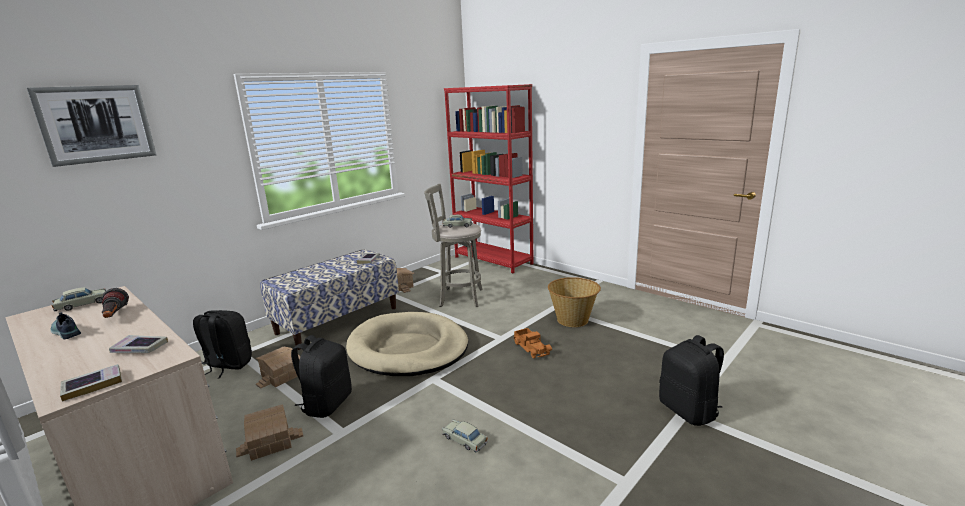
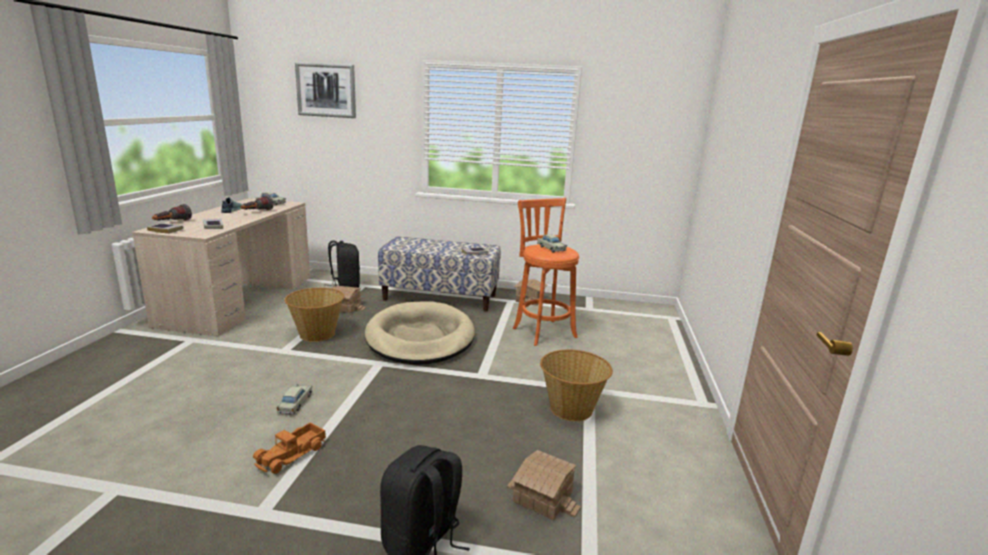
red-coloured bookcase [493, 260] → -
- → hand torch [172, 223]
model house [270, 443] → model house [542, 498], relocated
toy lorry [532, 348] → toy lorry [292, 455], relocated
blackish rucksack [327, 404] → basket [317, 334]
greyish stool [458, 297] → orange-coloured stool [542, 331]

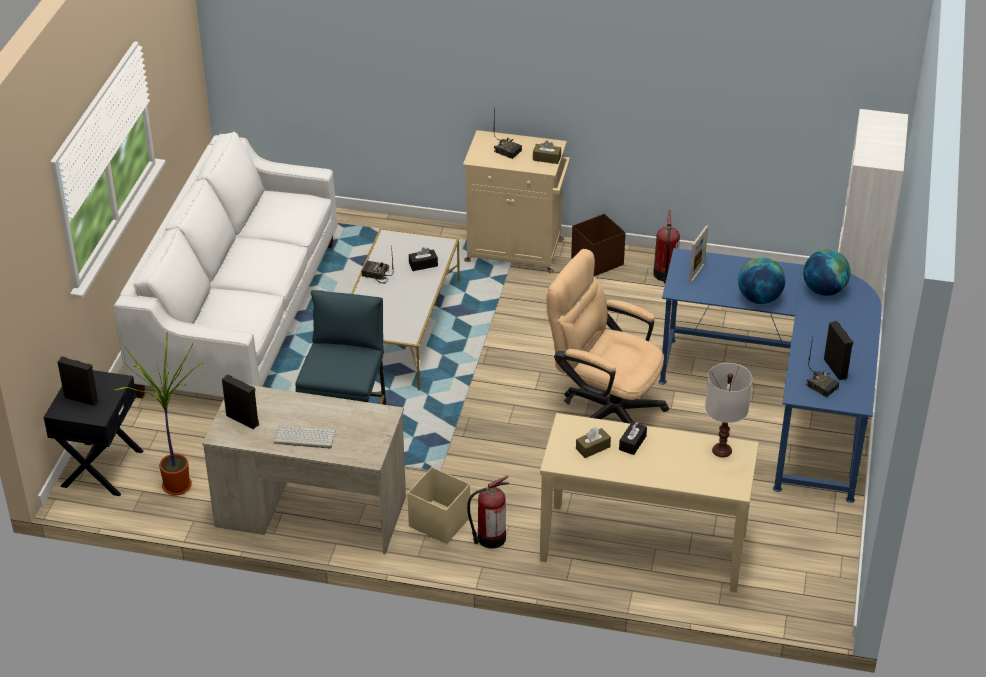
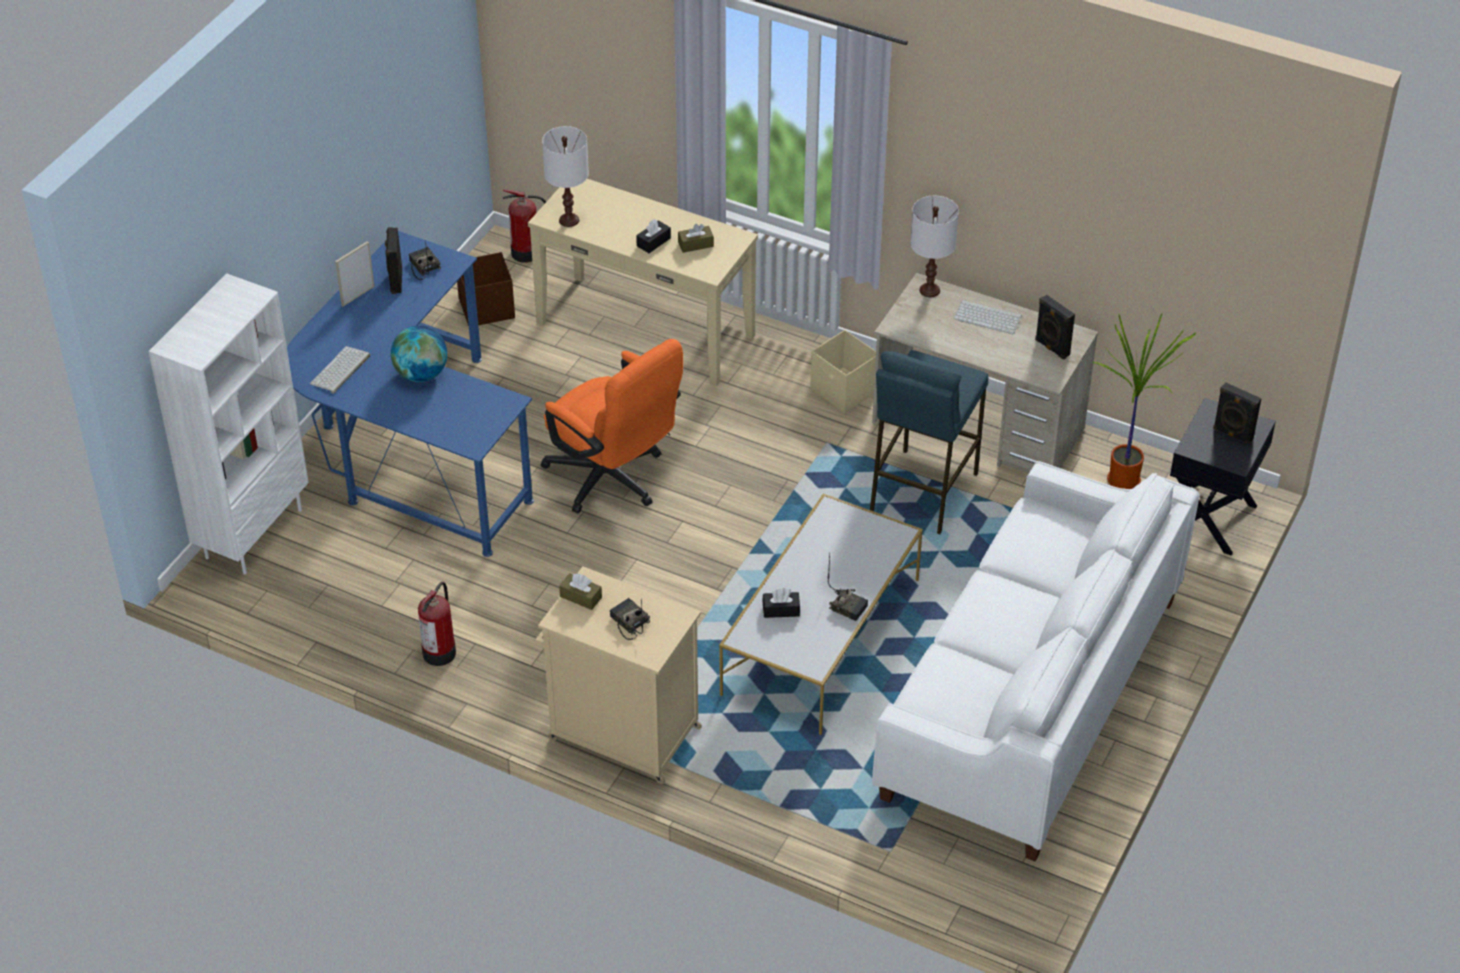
- → white-coloured lamp for a table [930, 290]
fire extinguisher [489, 538] → fire extinguisher [527, 253], relocated
brownish storage container [596, 261] → brownish storage container [487, 309], relocated
photo frame [696, 273] → photo frame [358, 296], relocated
world globe [824, 290] → PC keyboard [340, 371]
sand-coloured computer chair [604, 409] → orange-coloured computer chair [613, 481]

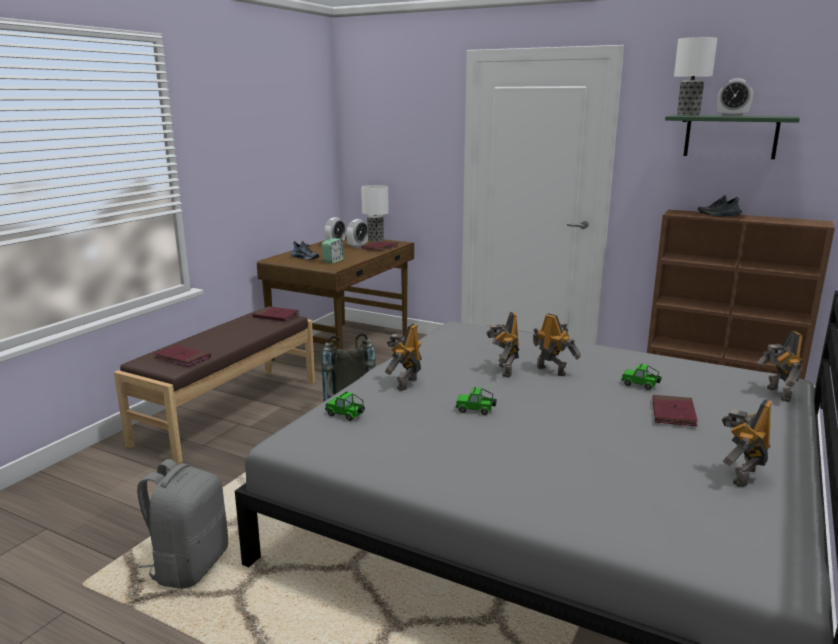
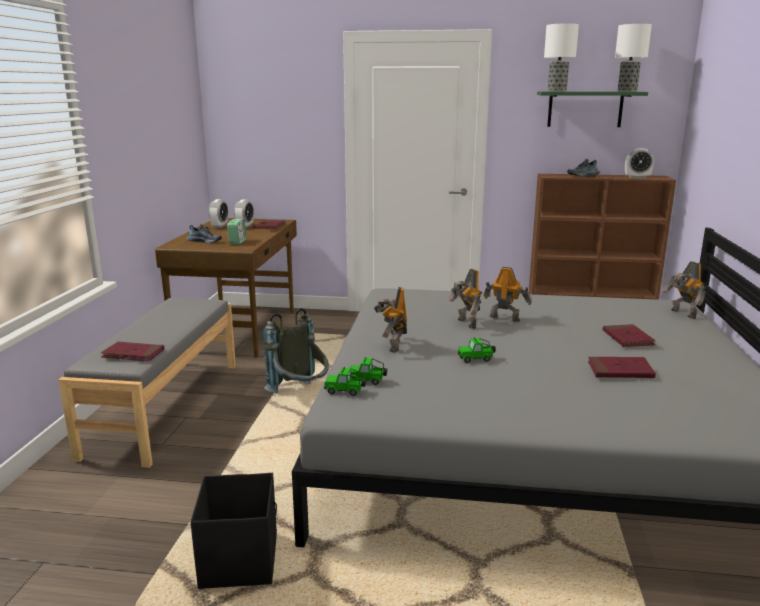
toy robot [741, 476] → -
red-coloured book [276, 316] → red-coloured book [620, 371], relocated
lamp for a table [375, 240] → lamp for a table [627, 91], relocated
miniature car [641, 385] → miniature car [346, 391], relocated
alarm clock [732, 116] → alarm clock [637, 177], relocated
greyish rucksack [189, 565] → blackish storage container [240, 560]
brownish long seat [228, 411] → greyish long seat [164, 407]

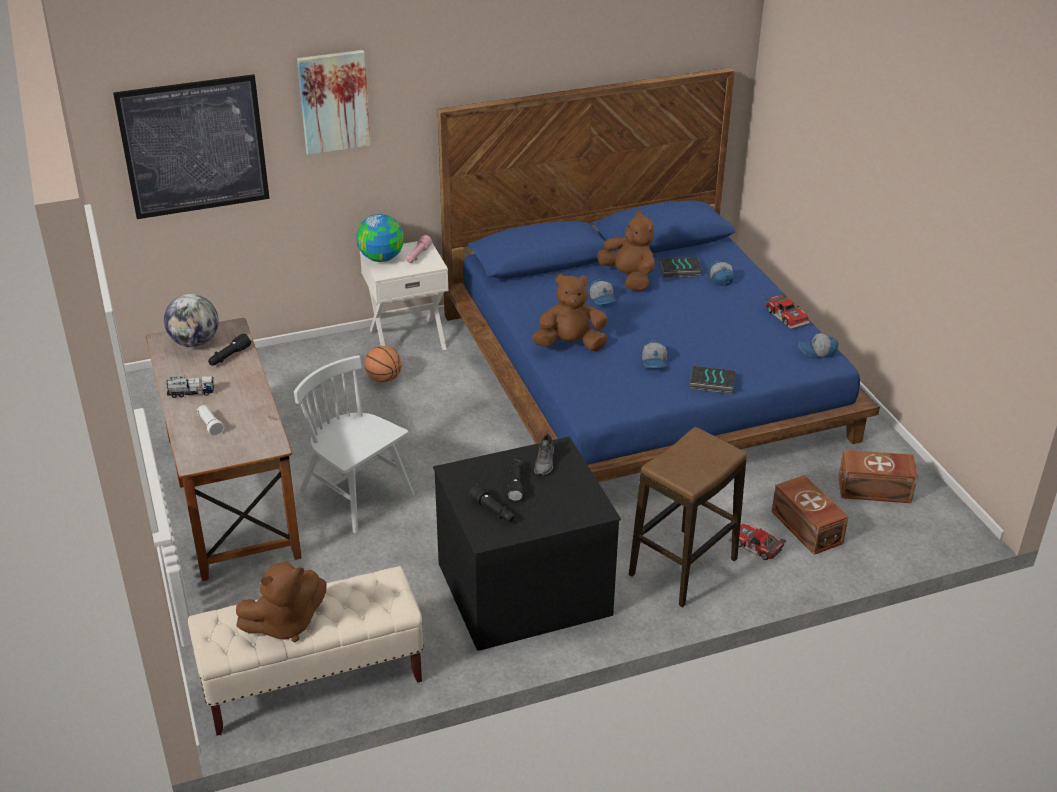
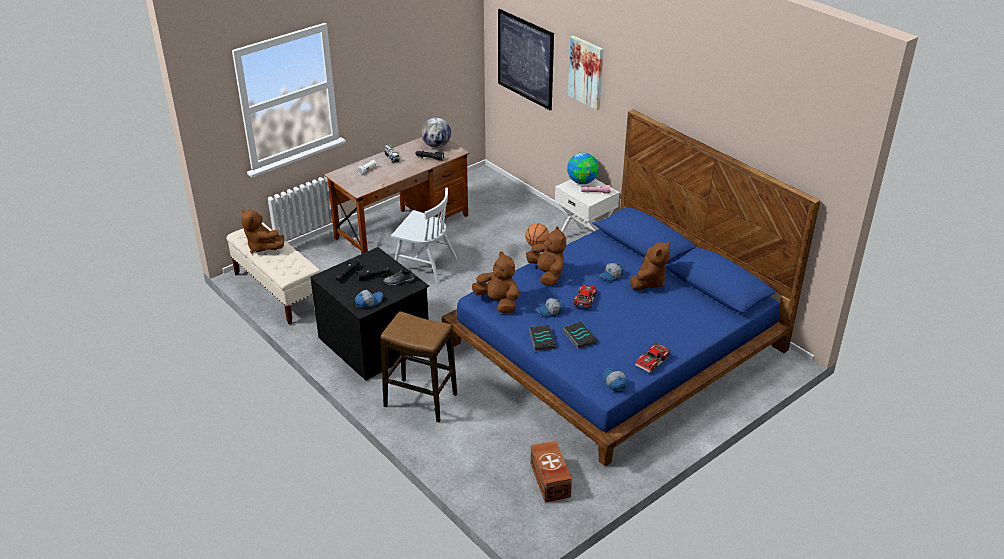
brownish storage container [806, 528] → -
- → brownish cuddly toy [498, 302]
book [679, 271] → book [578, 337], relocated
baseball cap [719, 277] → baseball cap [368, 302], relocated
miniature car [755, 547] → miniature car [584, 299], relocated
white-coloured plain chair [356, 495] → white-coloured plain chair [424, 265], 90 degrees clockwise

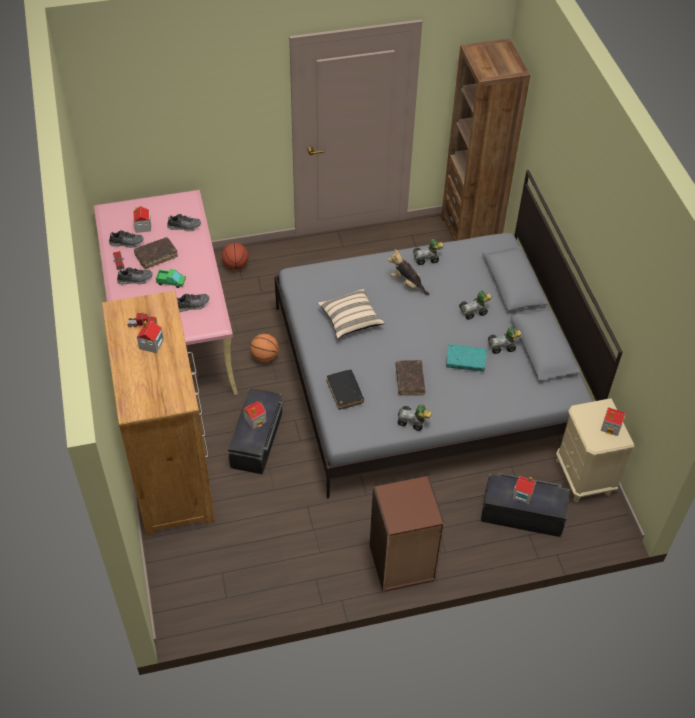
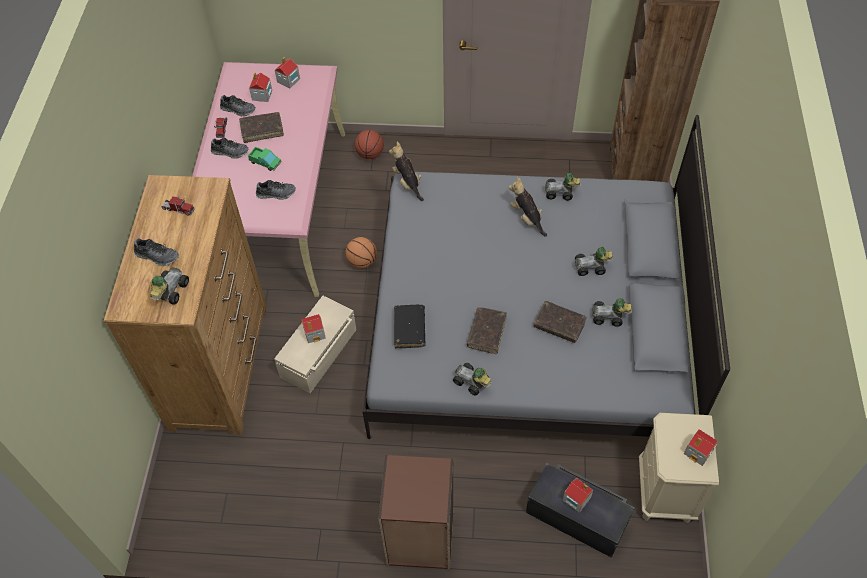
sand-coloured throw pillow [350, 320] → -
- → miniature car [169, 292]
- → cuddly toy [407, 183]
model house [151, 344] → model house [288, 80], relocated
low shoe [184, 226] → low shoe [157, 256], relocated
blackish storage container [257, 440] → sand-coloured storage container [319, 353]
turquoise book [466, 361] → brownish book [559, 325]

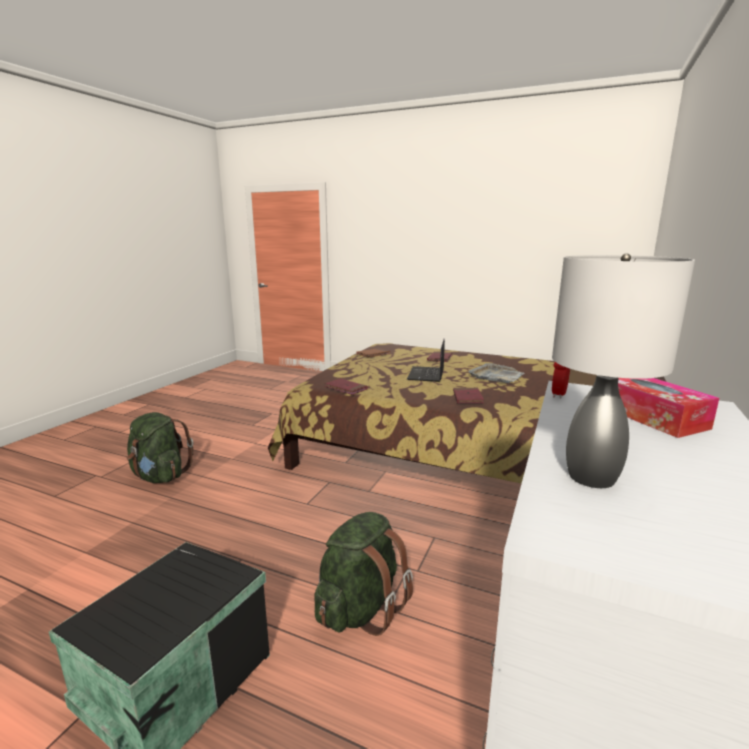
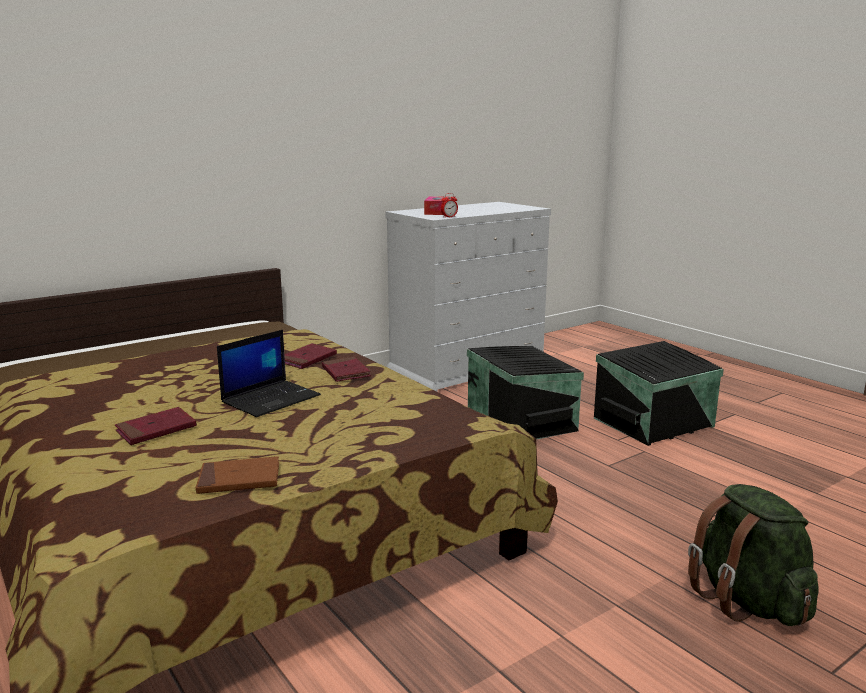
greyish serving tray [496, 376] → -
greyish lamp for a table [592, 478] → -
red-coloured book [346, 388] → red-coloured book [345, 372], relocated
green-coloured rucksack [360, 608] → blackish storage container [522, 420]

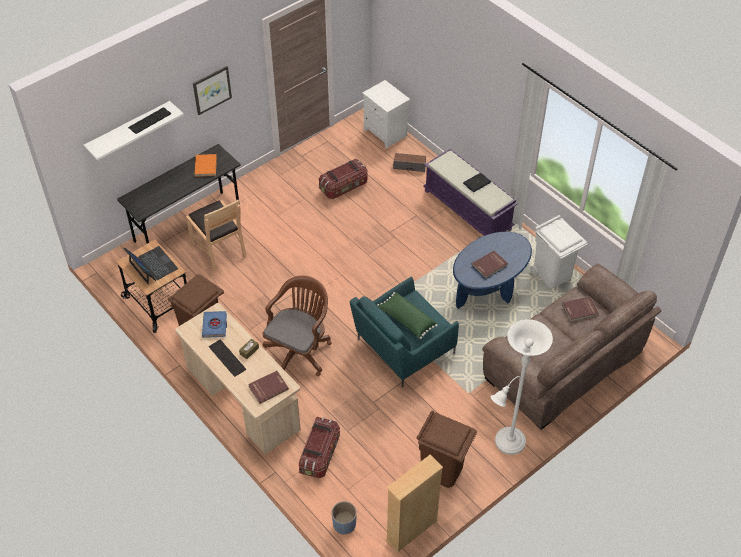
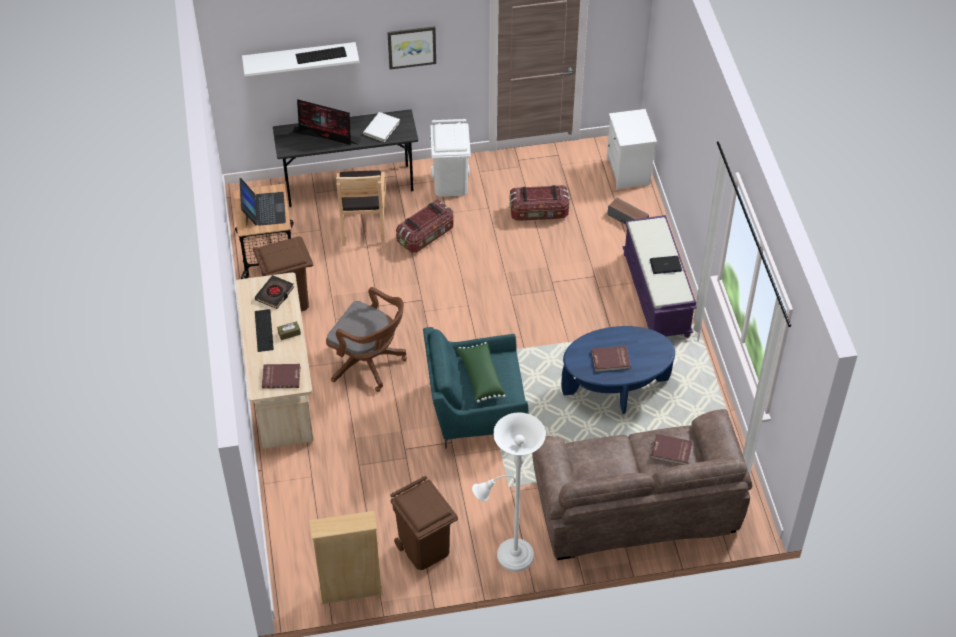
bluish flower pot [344, 524] → -
- → computer screen [327, 135]
storage container [320, 454] → storage container [426, 236], relocated
white-coloured trash can [552, 273] → white-coloured trash can [451, 184], relocated
orange-coloured book [206, 166] → white-coloured book [382, 128]
bluish book [215, 326] → blackish book [275, 294]
brownish computer chair [299, 351] → brownish computer chair [369, 363], 60 degrees clockwise

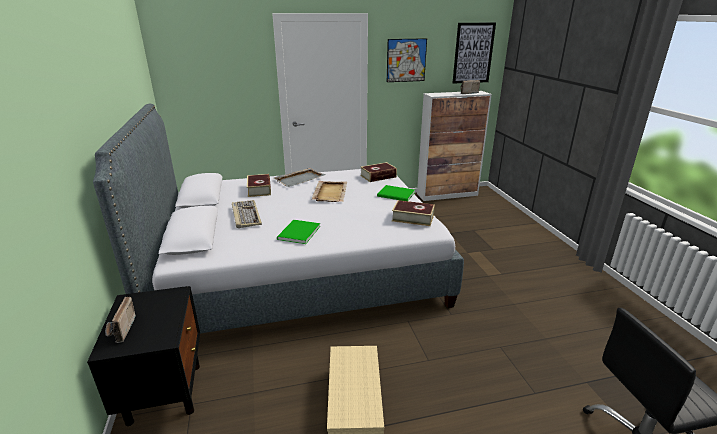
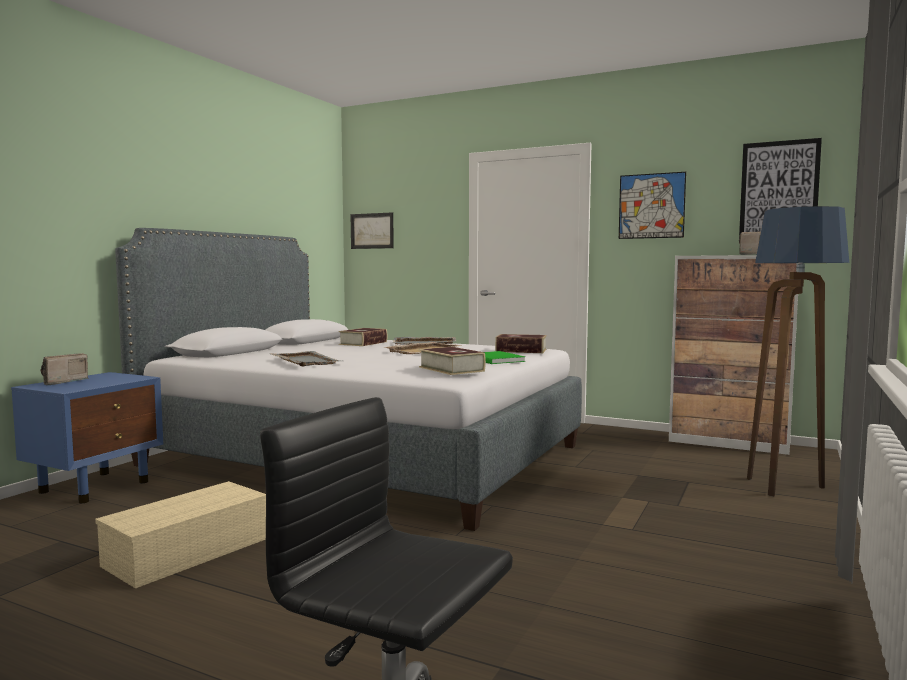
PC keyboard [245, 215] → -
- → picture [372, 231]
- → standing lamp [787, 487]
green-coloured book [297, 233] → greyish serving tray [305, 361]
blackish nightstand [165, 392] → bluish nightstand [96, 486]

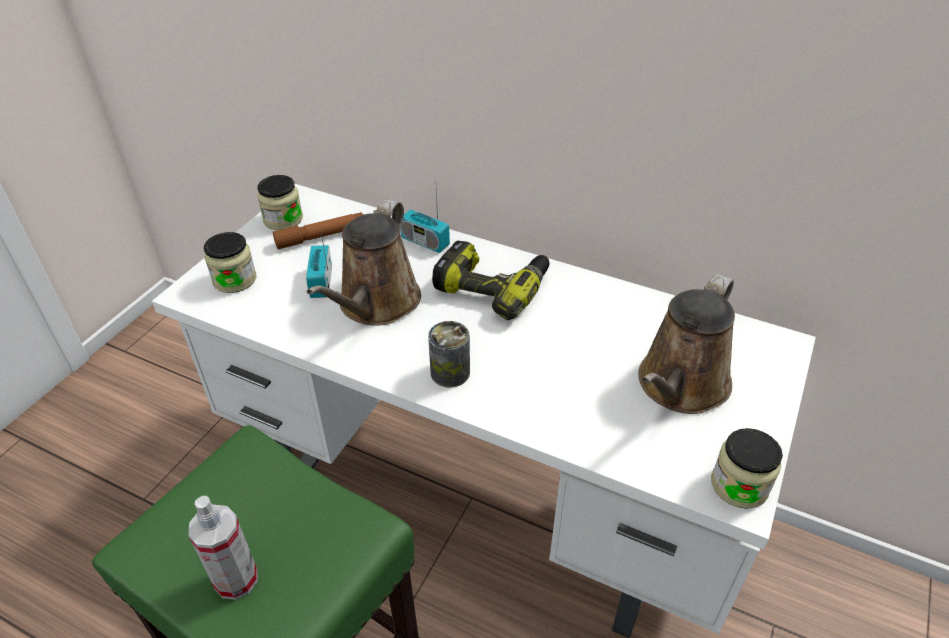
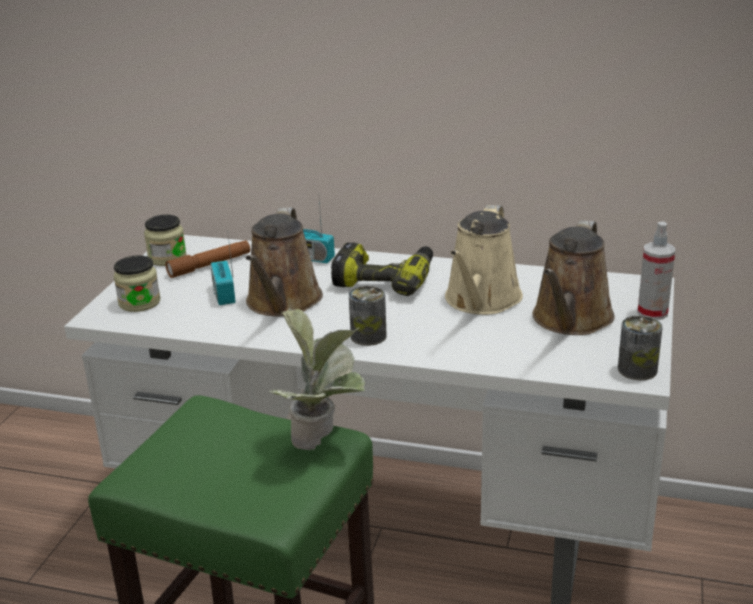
- → houseplant [323, 440]
- → sand-coloured sprinkling can [481, 301]
hand sprayer [236, 579] → hand sprayer [652, 312], relocated
preserve jar [739, 485] → can [637, 370]

